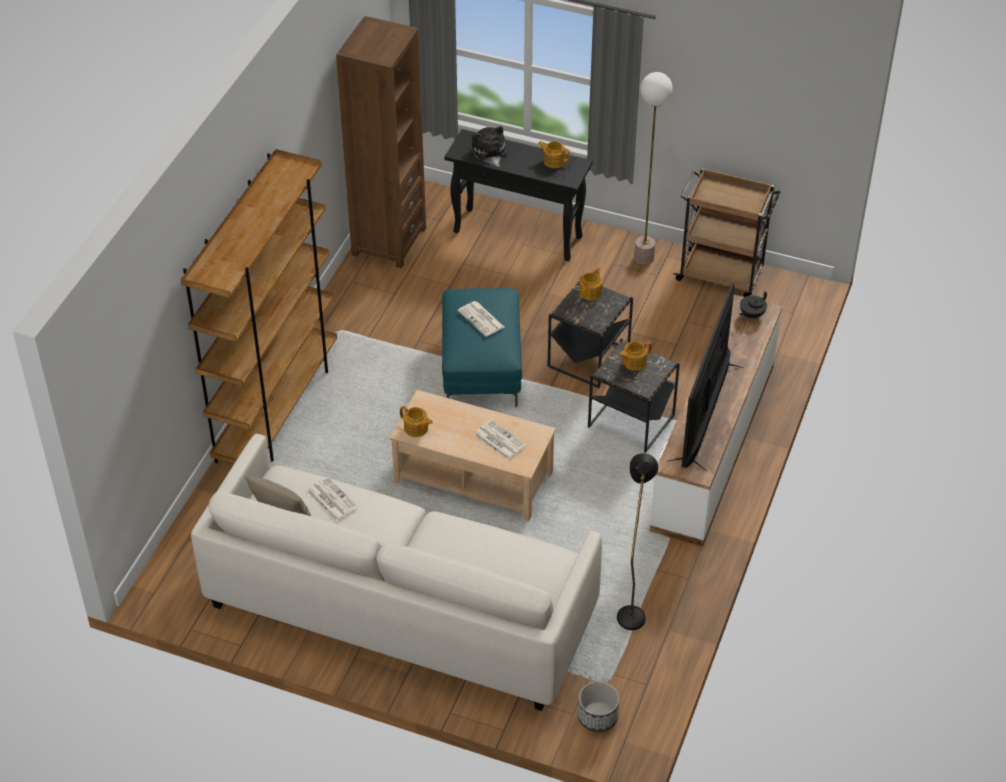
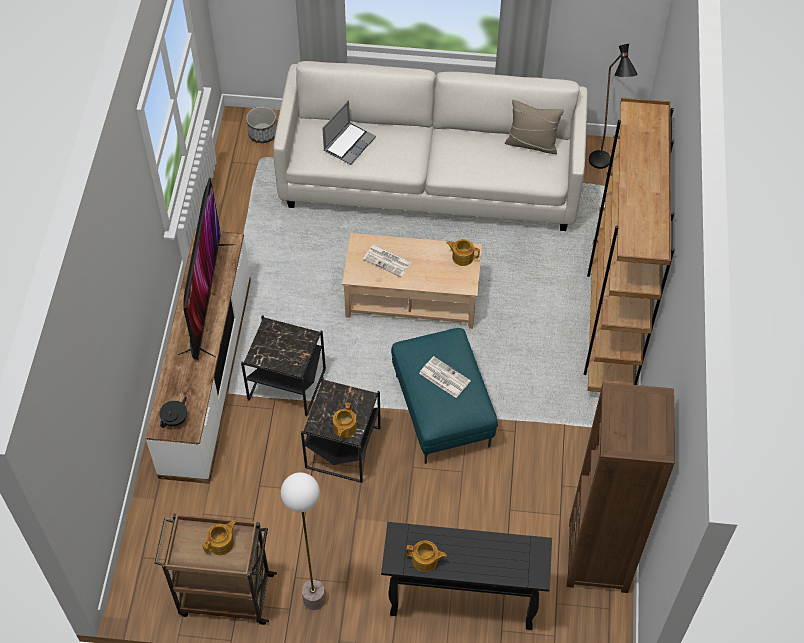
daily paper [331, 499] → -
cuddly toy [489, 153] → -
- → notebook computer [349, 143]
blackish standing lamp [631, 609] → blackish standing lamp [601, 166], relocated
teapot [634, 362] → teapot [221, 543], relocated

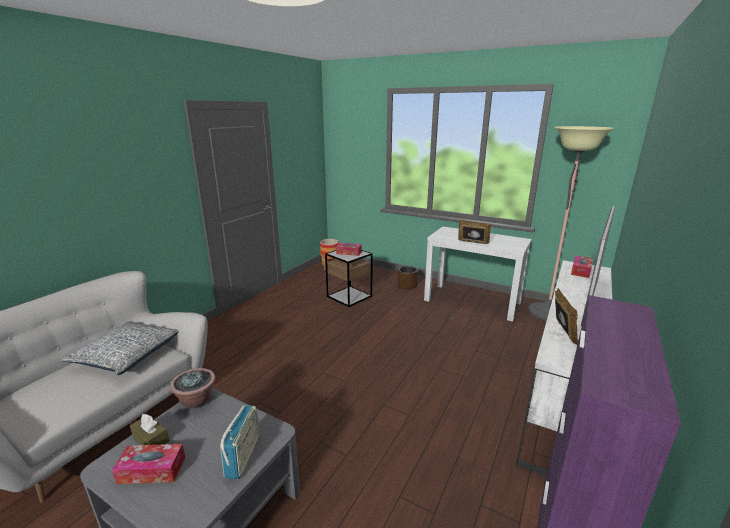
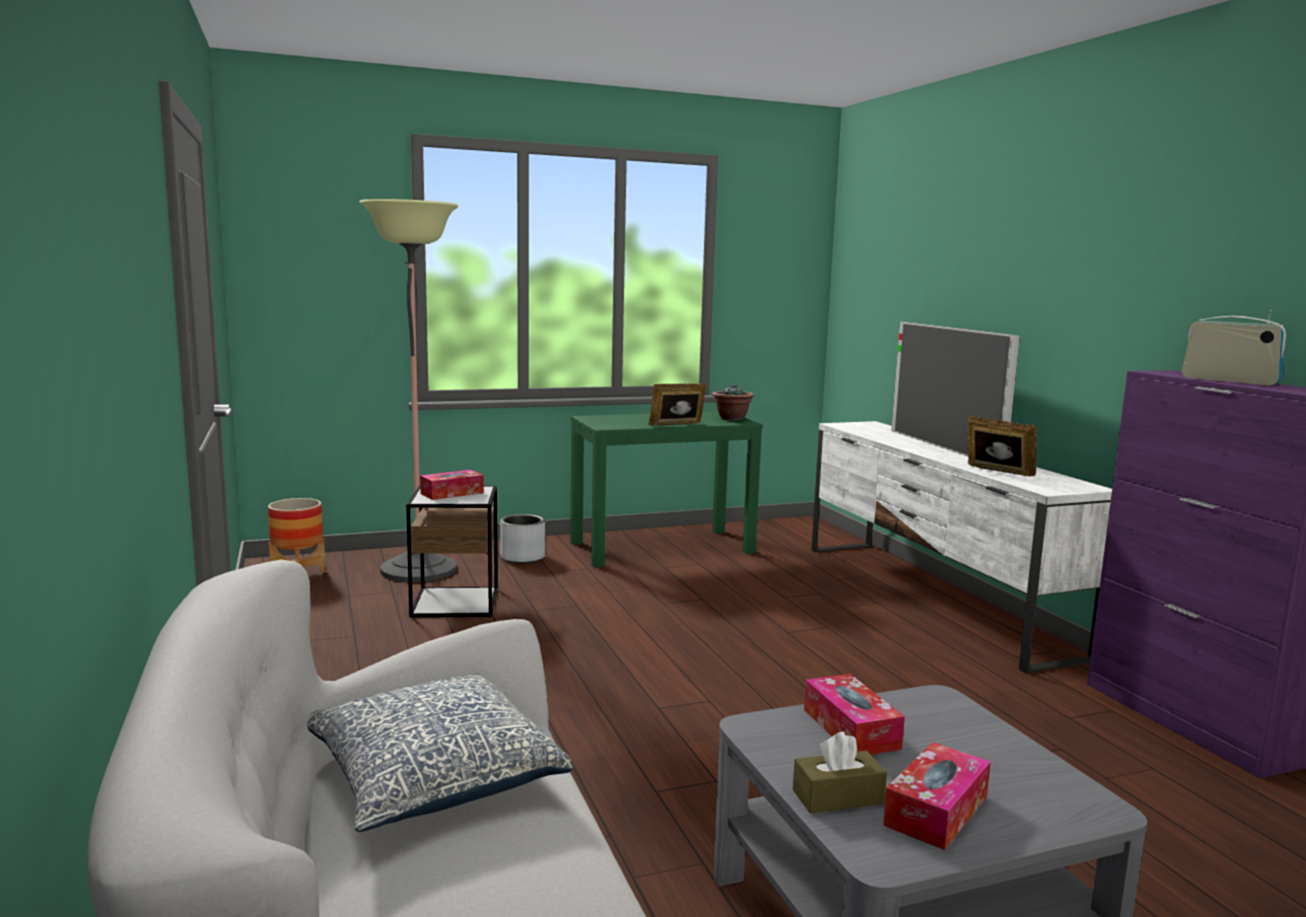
houseplant [197, 401] → houseplant [731, 419], relocated
radio receiver [243, 455] → radio receiver [1230, 381], relocated
standing lamp [547, 312] → standing lamp [418, 570], relocated
tissue holder [581, 271] → tissue holder [851, 729], relocated
brownish flower pot [407, 285] → greyish flower pot [523, 557]
white-coloured console table [472, 301] → green-coloured console table [662, 547]

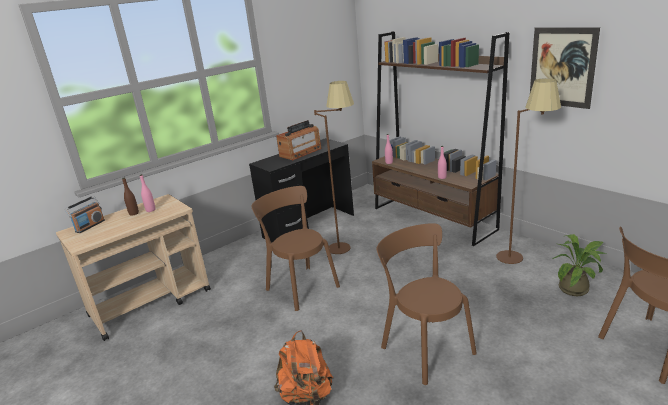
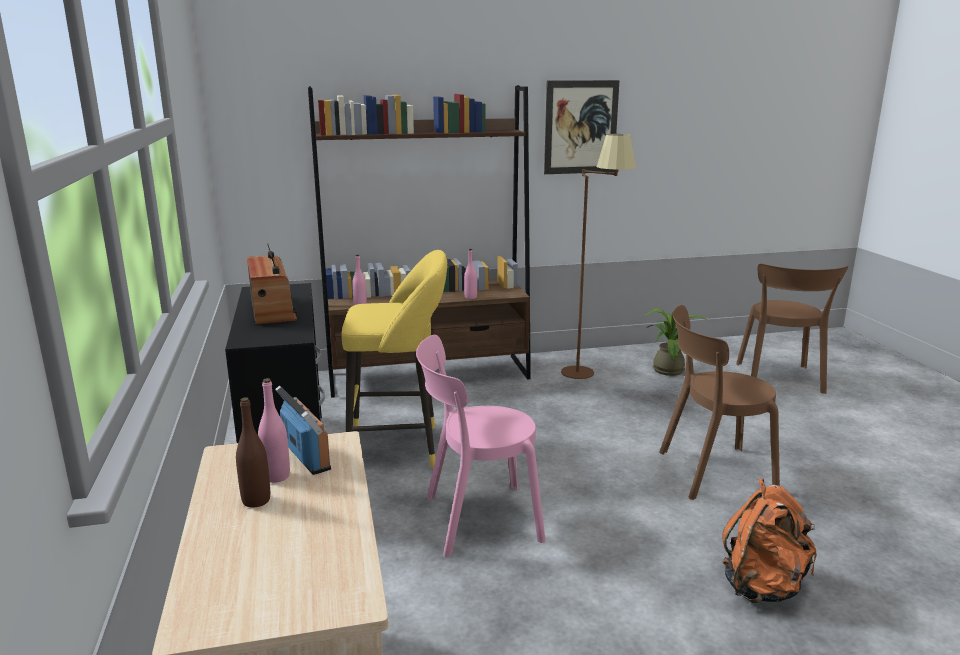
radio receiver [90, 226] → radio receiver [306, 457], relocated
brownish standing lamp [345, 243] → yellow stool [400, 448]
brownish plain chair [300, 286] → pink-coloured plain chair [476, 519]

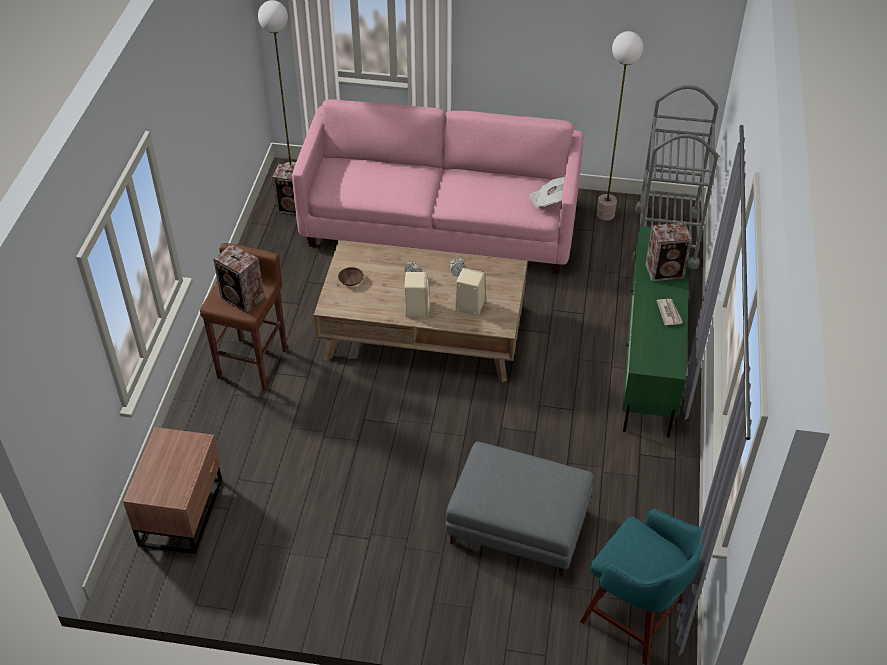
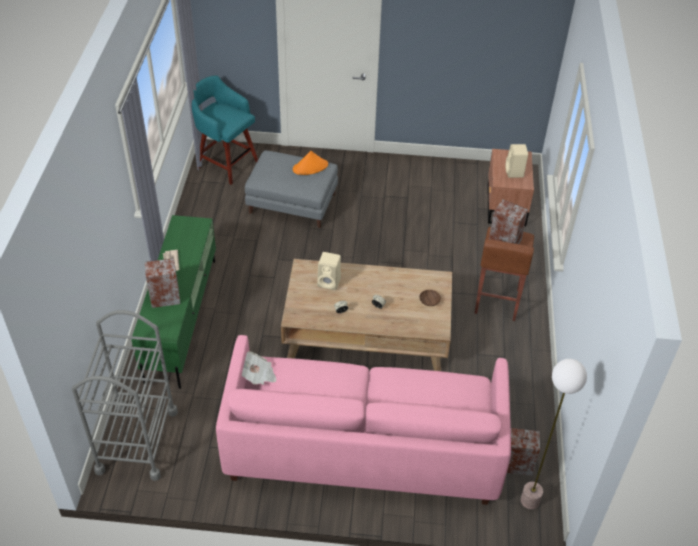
standing lamp [606, 214] → -
- → orange-coloured clothing hat [310, 167]
sand-coloured loudspeaker [416, 308] → sand-coloured loudspeaker [514, 172], relocated

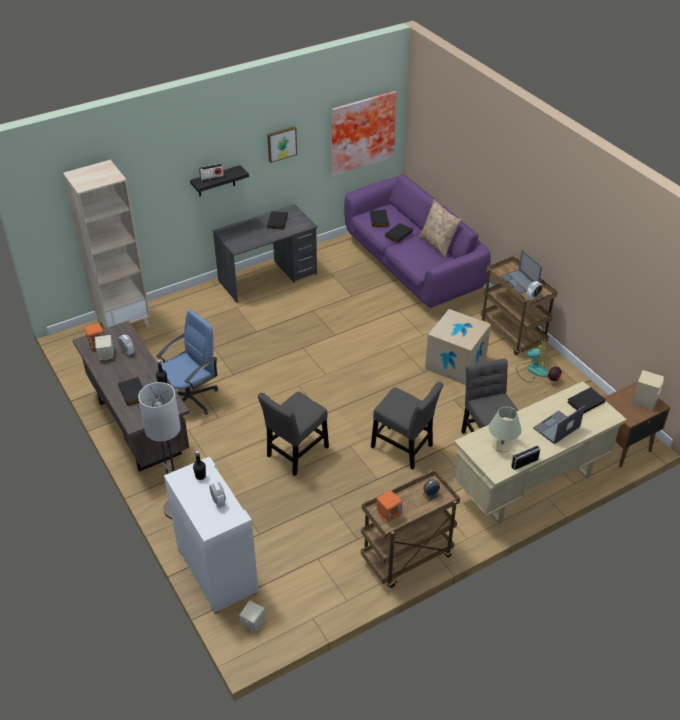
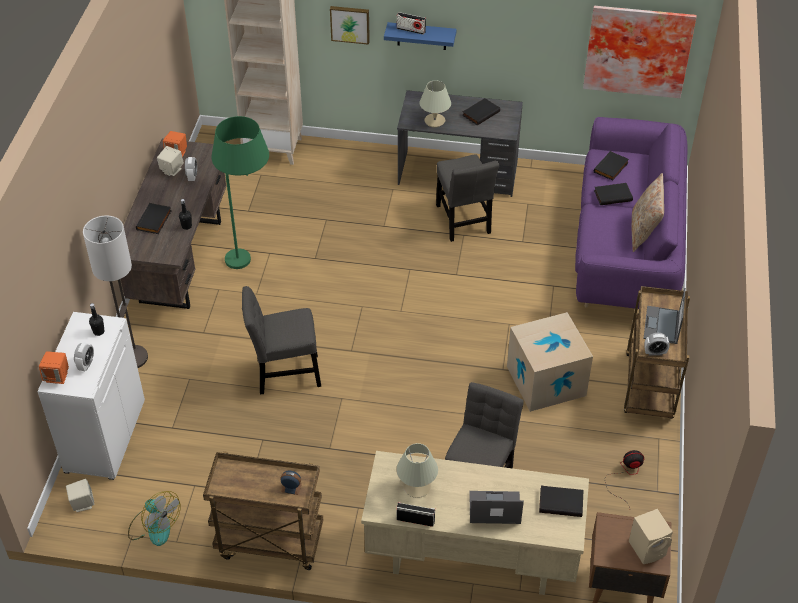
- → sand-coloured lamp for a table [434, 121]
picture [281, 143] → picture [350, 24], relocated
greyish plain chair [404, 448] → greyish plain chair [463, 222], relocated
orange-coloured loudspeaker [388, 514] → orange-coloured loudspeaker [57, 376], relocated
cooling fan [532, 370] → cooling fan [154, 526], relocated
bluish computer chair [190, 398] → green-coloured standing lamp [252, 259]
blackish shelf [216, 181] → bluish shelf [421, 36]

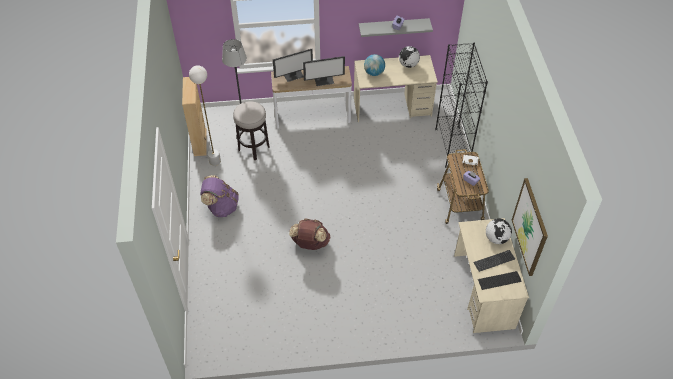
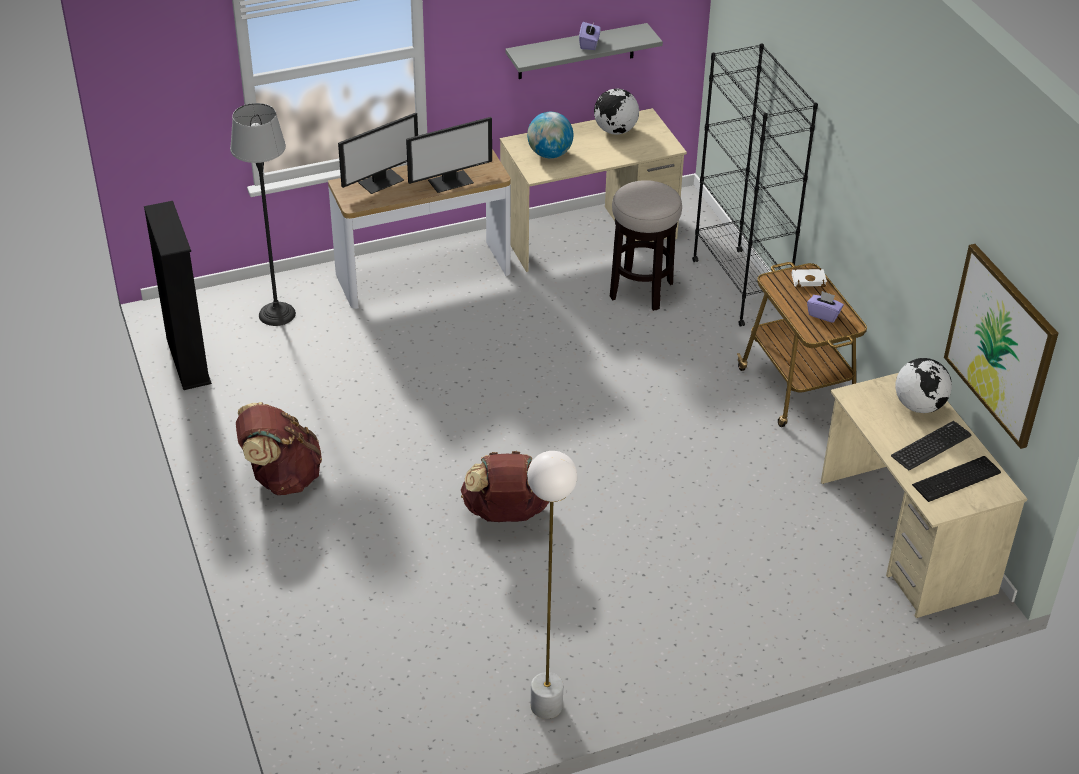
white-coloured standing lamp [215, 161] → white-coloured standing lamp [546, 706], relocated
stool [253, 148] → stool [641, 290], relocated
sand-coloured bookcase [200, 142] → blackish bookcase [188, 361]
purple rucksack [221, 207] → brownish rucksack [281, 478]

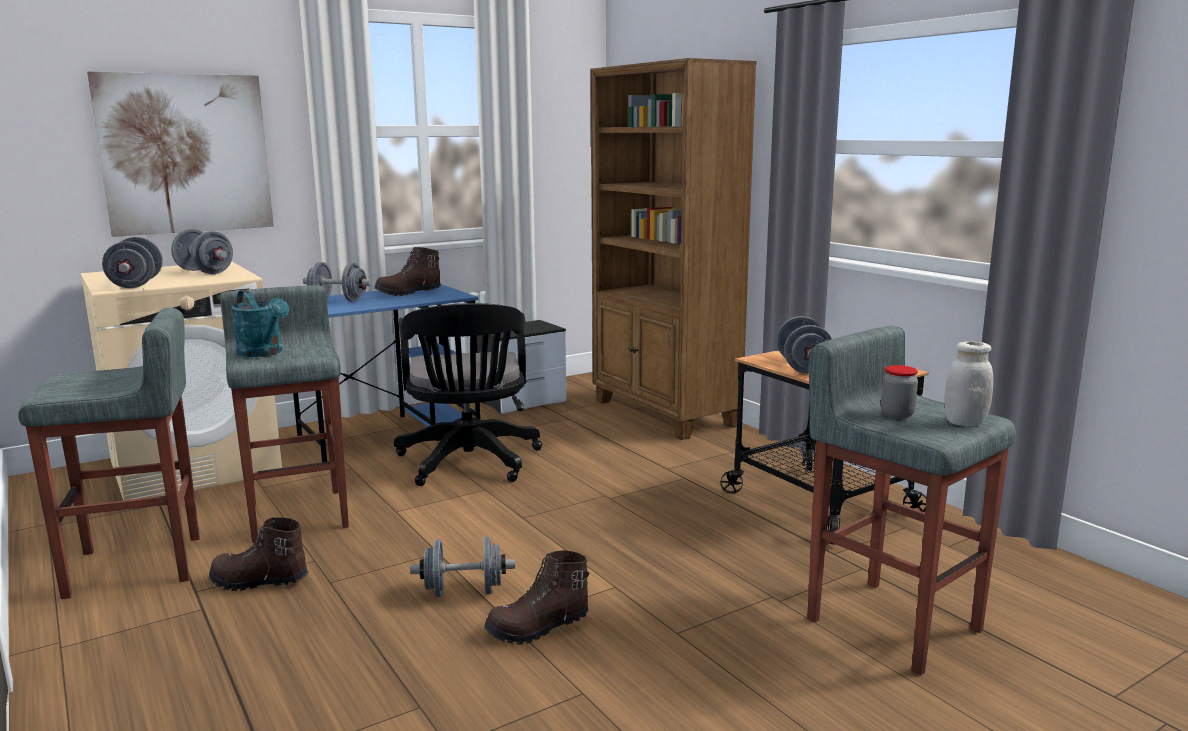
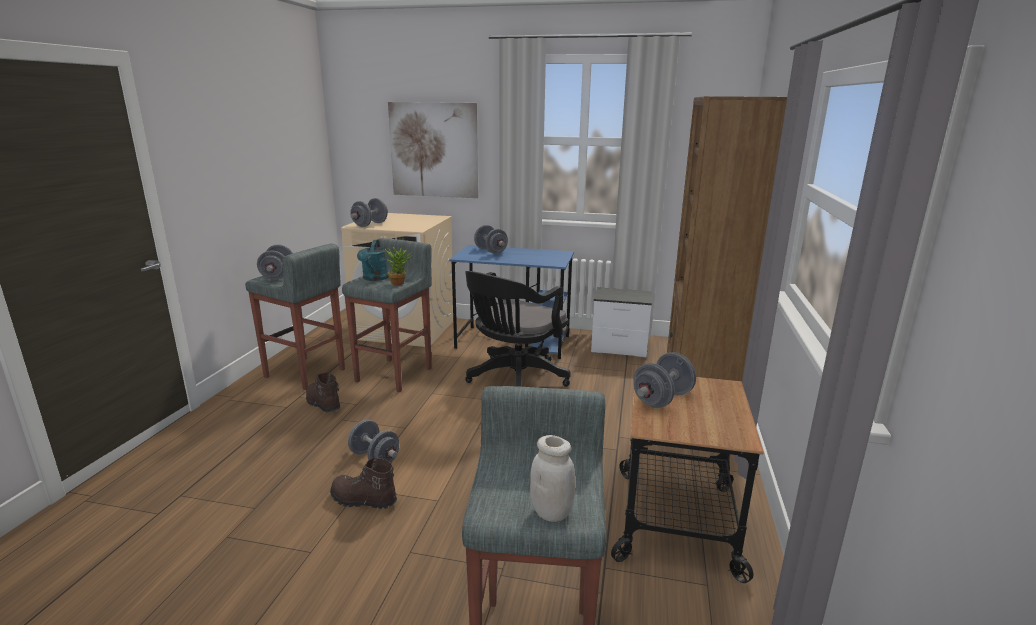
brownish tall boot [408, 293] → -
preserve jar [897, 414] → -
- → houseplant [400, 283]
greyish dumbbell [204, 272] → greyish dumbbell [278, 275], relocated

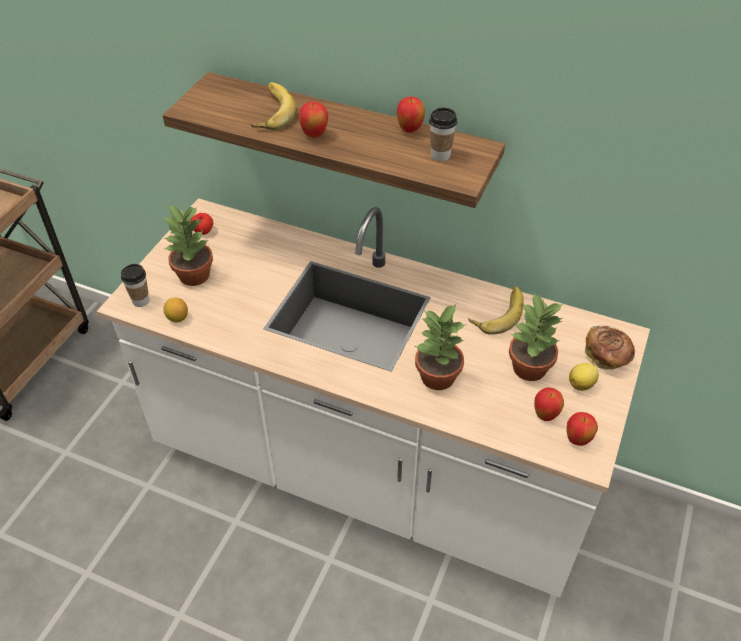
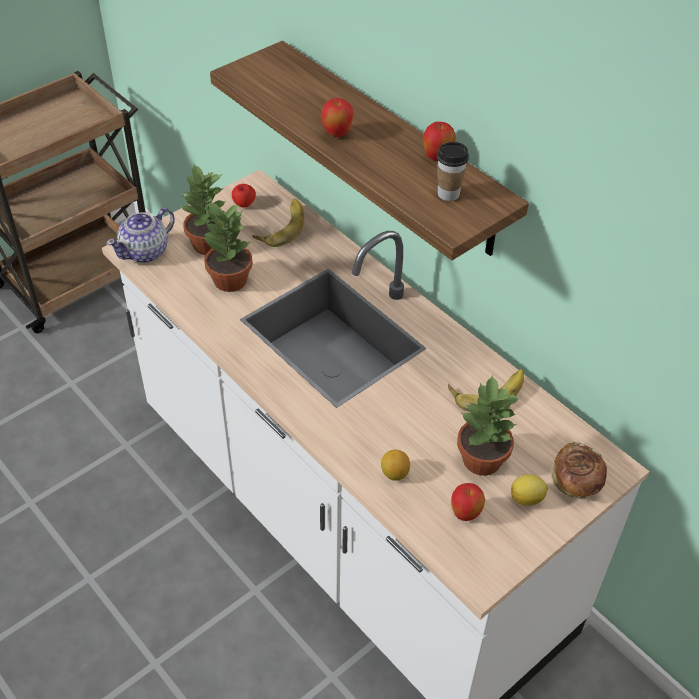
apple fruit [577, 440] → -
whole lemon [177, 318] → whole lemon [394, 474], relocated
whole banana [270, 111] → whole banana [280, 226], relocated
houseplant [436, 377] → houseplant [229, 280], relocated
cup [141, 301] → teapot [145, 252]

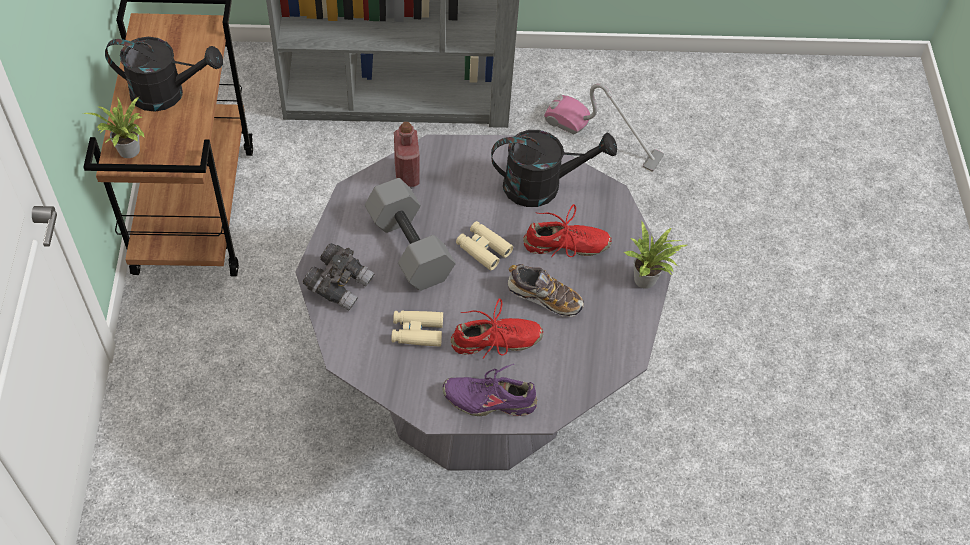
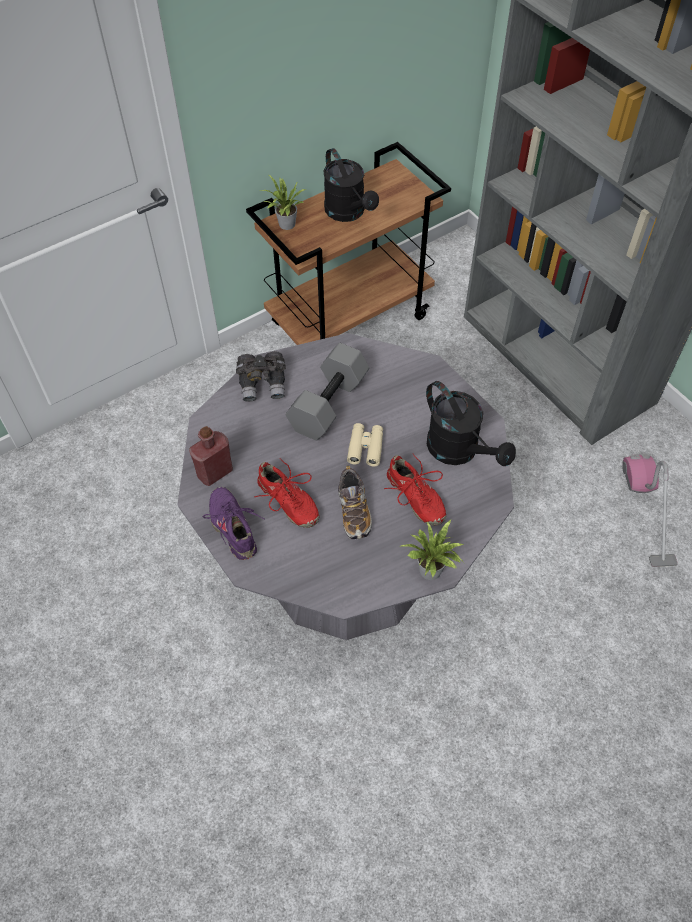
sand-coloured pair of binoculars [417, 332] → -
red-coloured drink bottle [407, 174] → red-coloured drink bottle [215, 472], relocated

